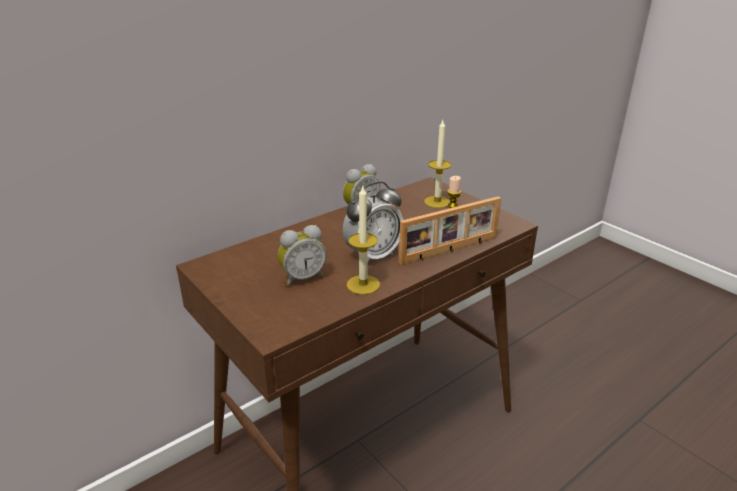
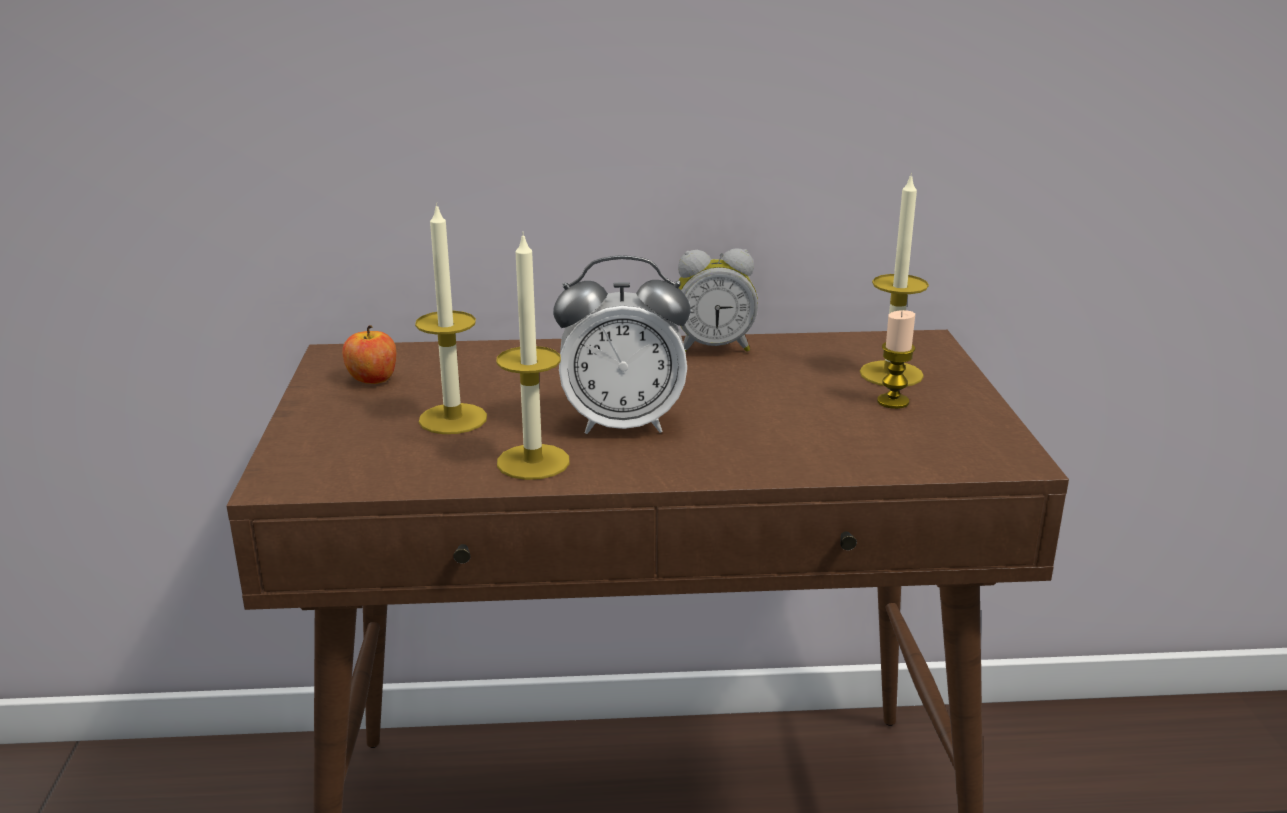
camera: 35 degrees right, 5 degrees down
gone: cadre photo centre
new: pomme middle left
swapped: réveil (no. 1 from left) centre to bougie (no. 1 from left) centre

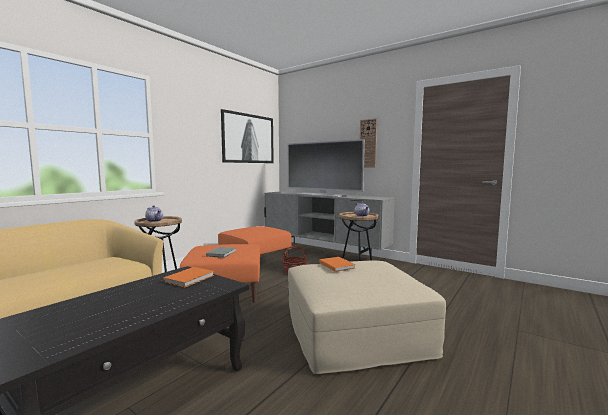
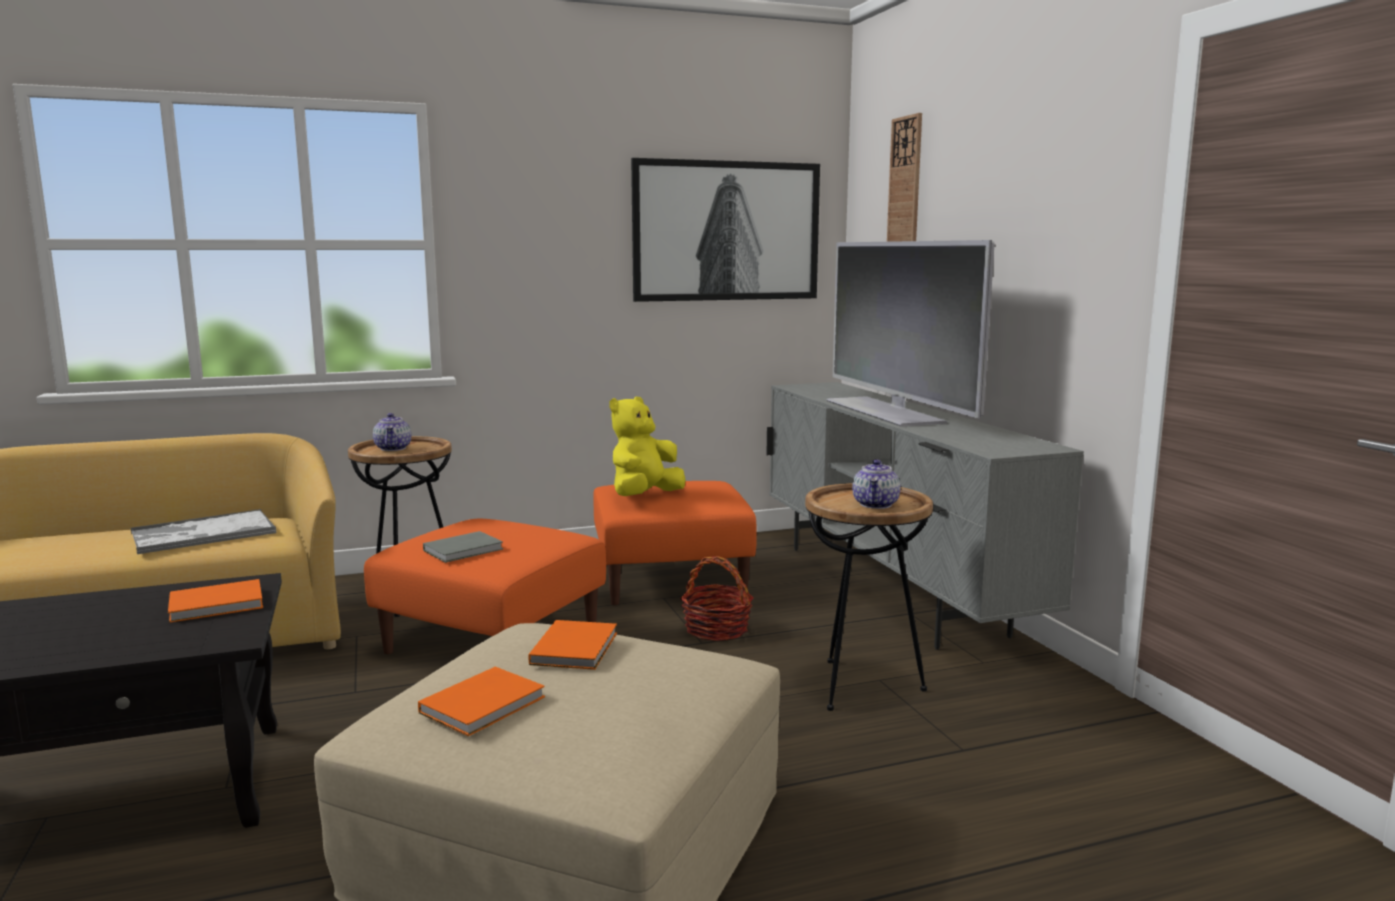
camera: 35 degrees right, 5 degrees up
new: peluche (jaune) centre; plateau middle left; livre (orange) (no. 2 from left) bottom centre
shifted: horloge murale centre to top centre

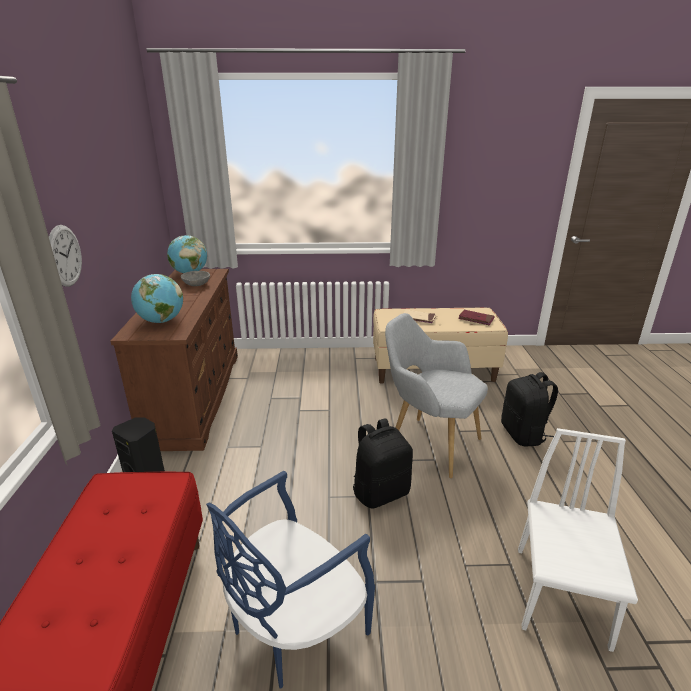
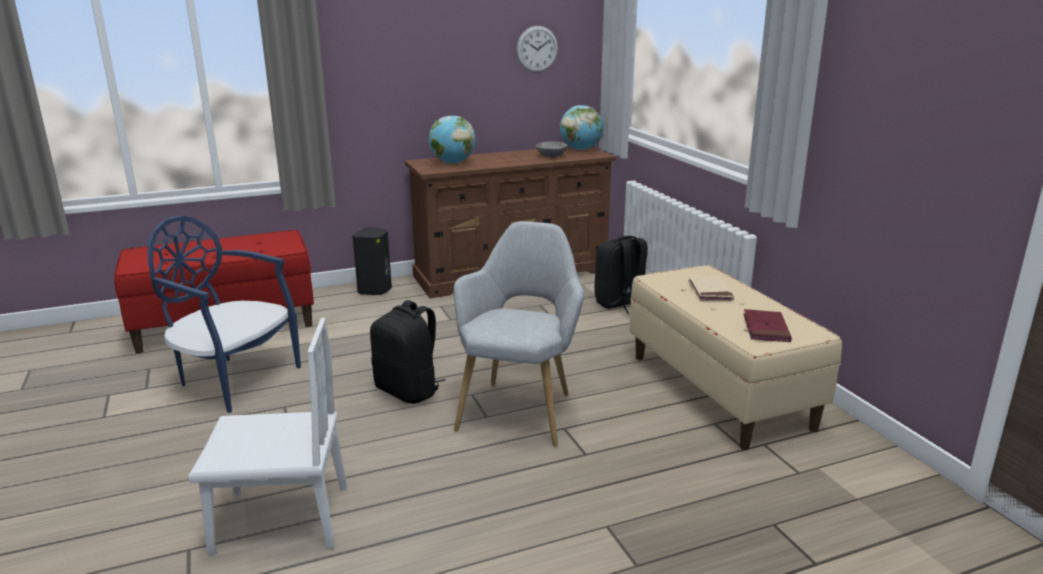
camera: 70 degrees right, 5 degrees down
shifted: horloge murale middle left to top centre; sac à dos (noir) (no. 2 from left) middle right to centre

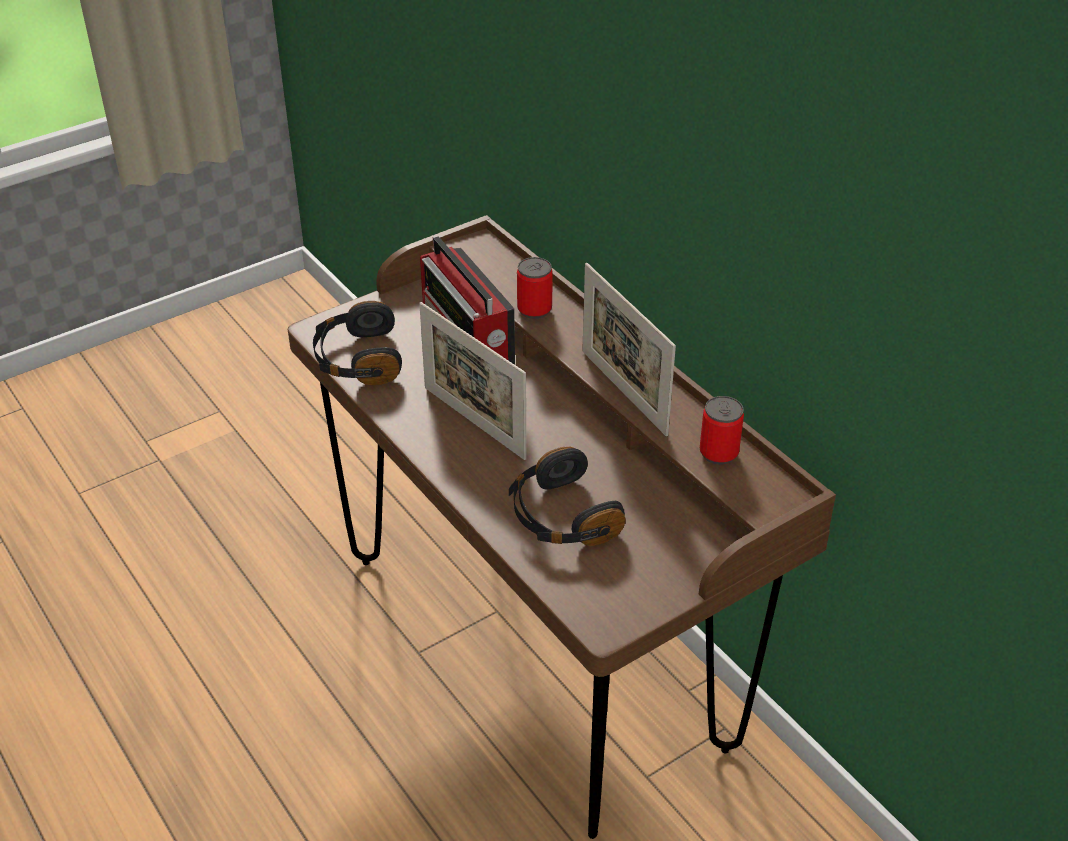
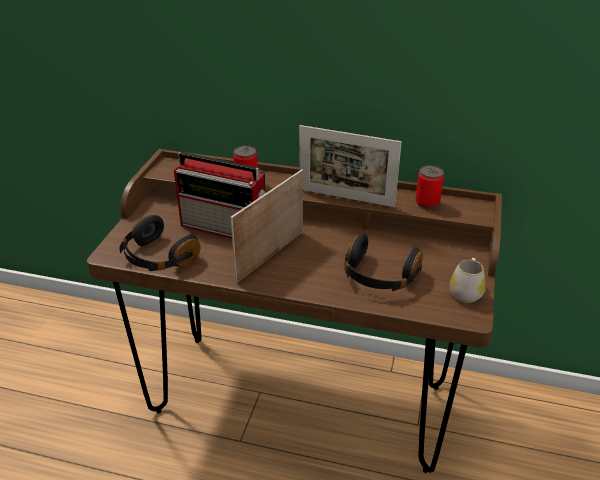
camera: 40 degrees left, 5 degrees down
new: mug (blanc) middle right
rotated: cadre photo (no. 1 from left) centre = centre 120 degrees clockwise

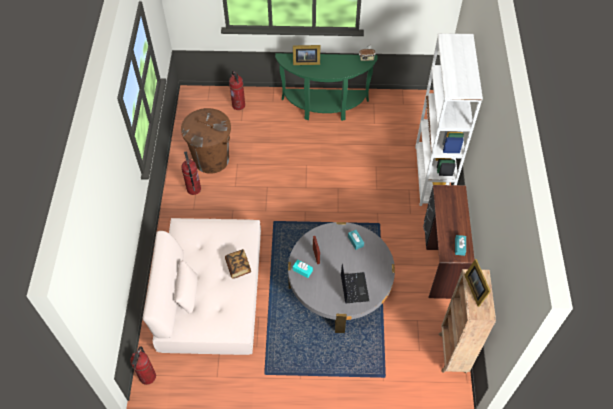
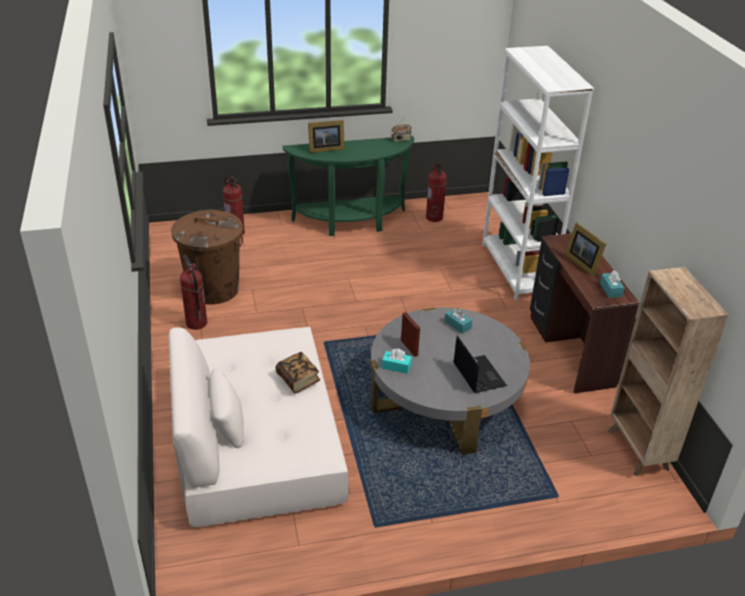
camera: 15 degrees left, 20 degrees down
shifted: cadre photo (no. 3 from left) bottom right to middle right; extincteur (no. 1 from left in the first image) bottom left to extincteur (no. 3 from left) top centre

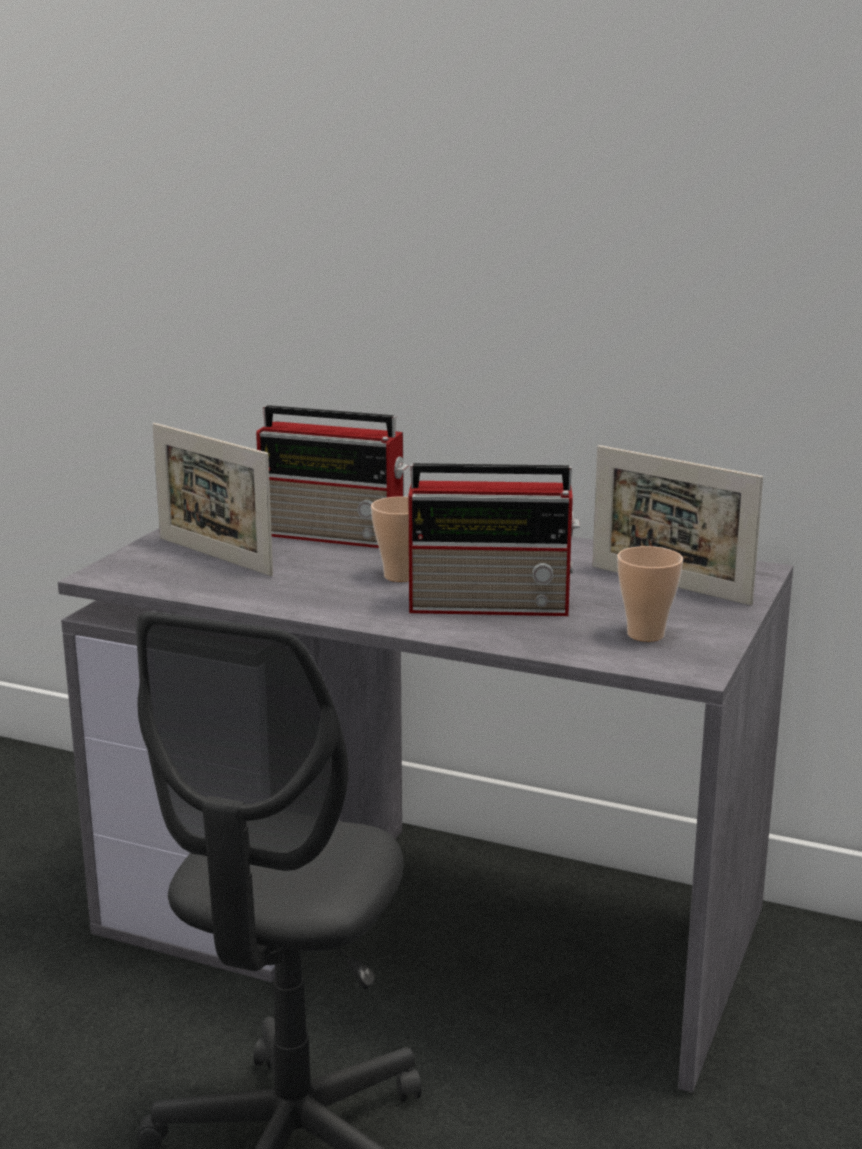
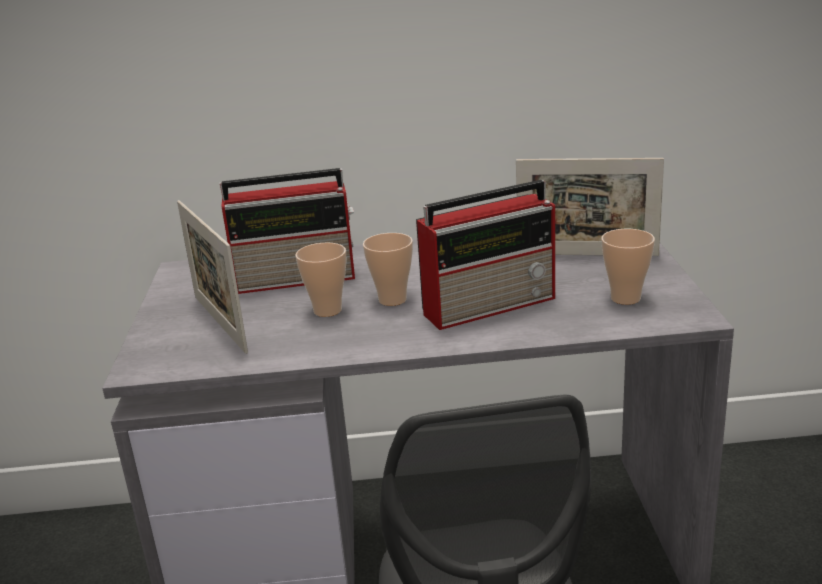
camera: 25 degrees left, 5 degrees up
new: tasse (no. 1 from left) centre
rotated: cadre photo (no. 1 from left) middle left = middle left 45 degrees clockwise

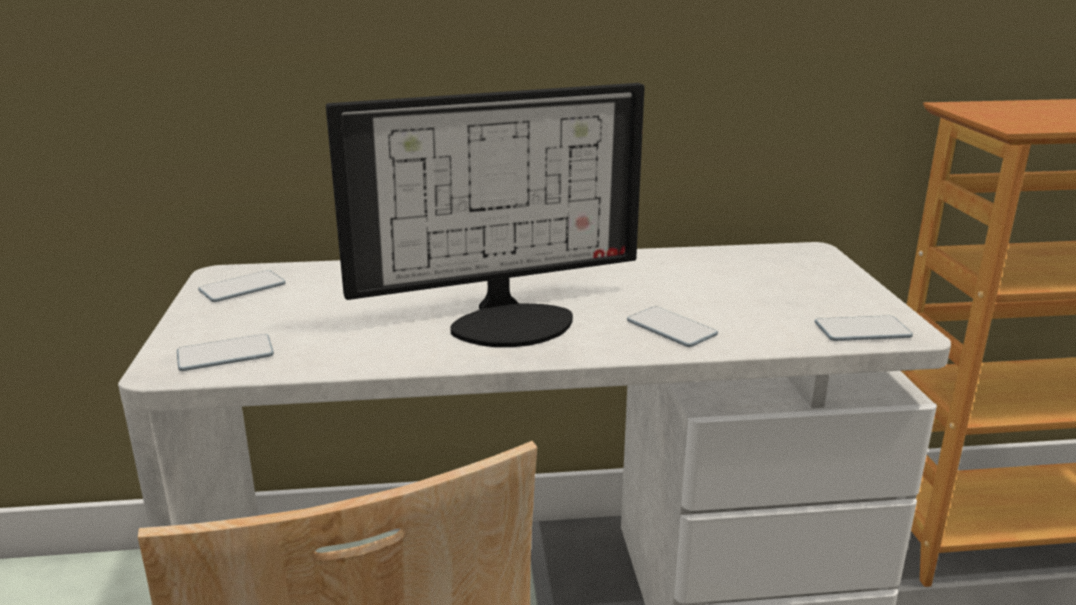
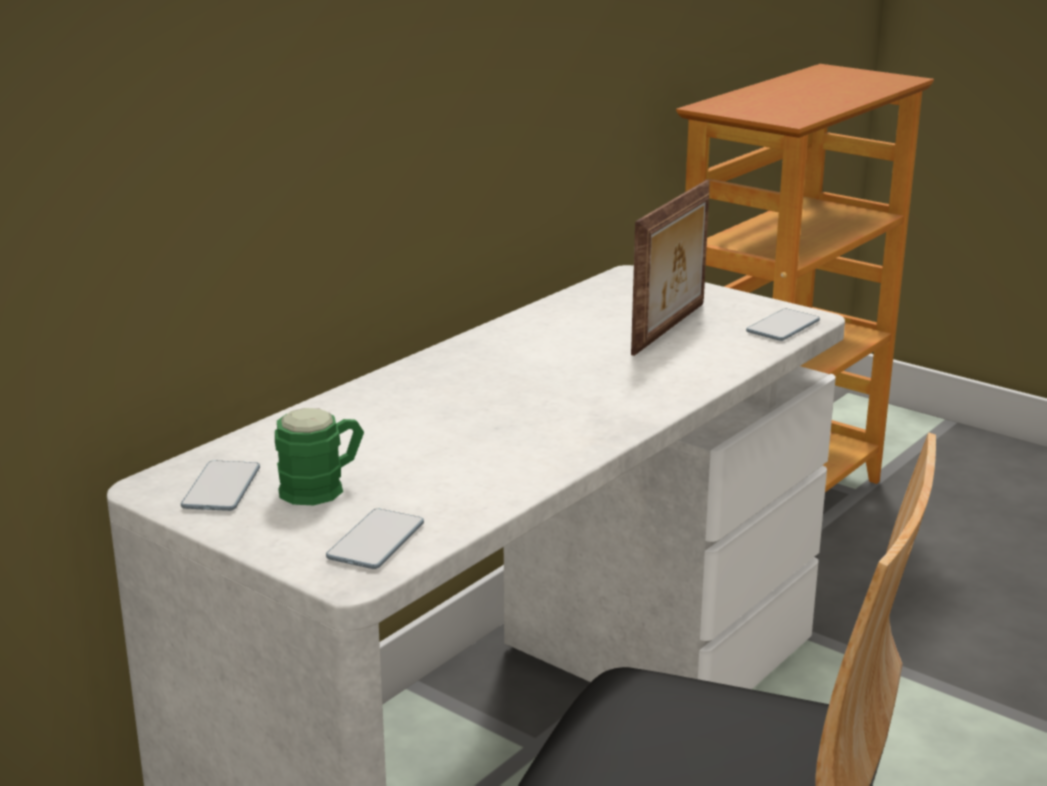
camera: 45 degrees left, 0 degrees up
gone: écran d'ordinateur centre; téléphone (no. 3 from left) centre
new: cadre photo centre; mug (vert) middle left

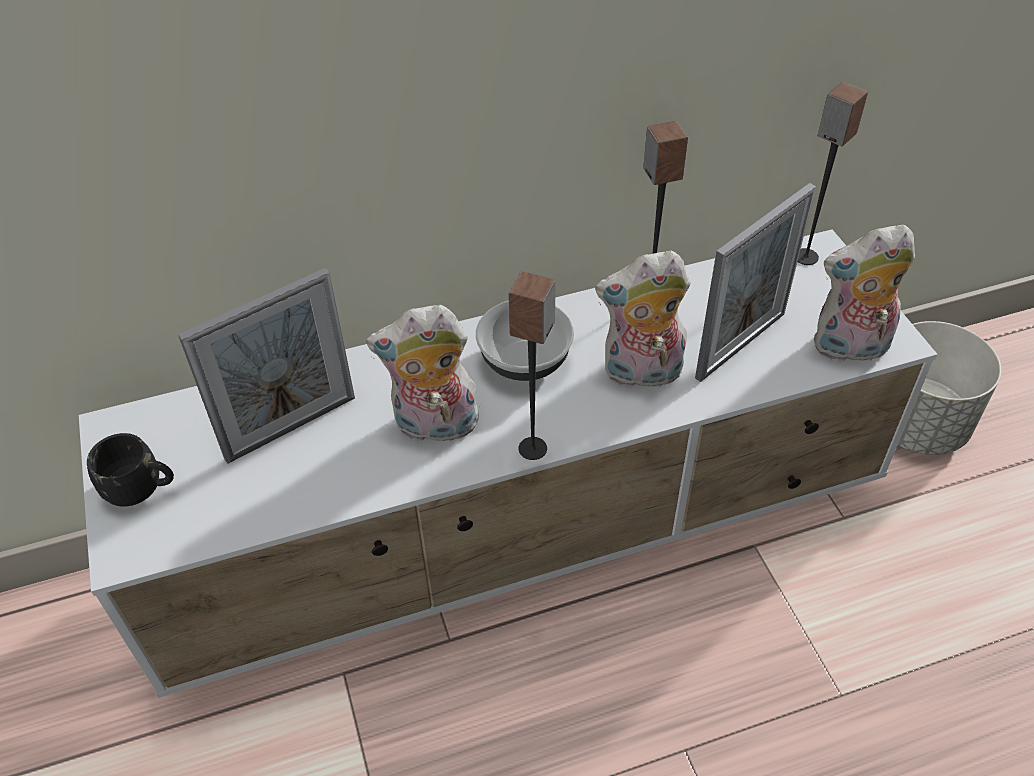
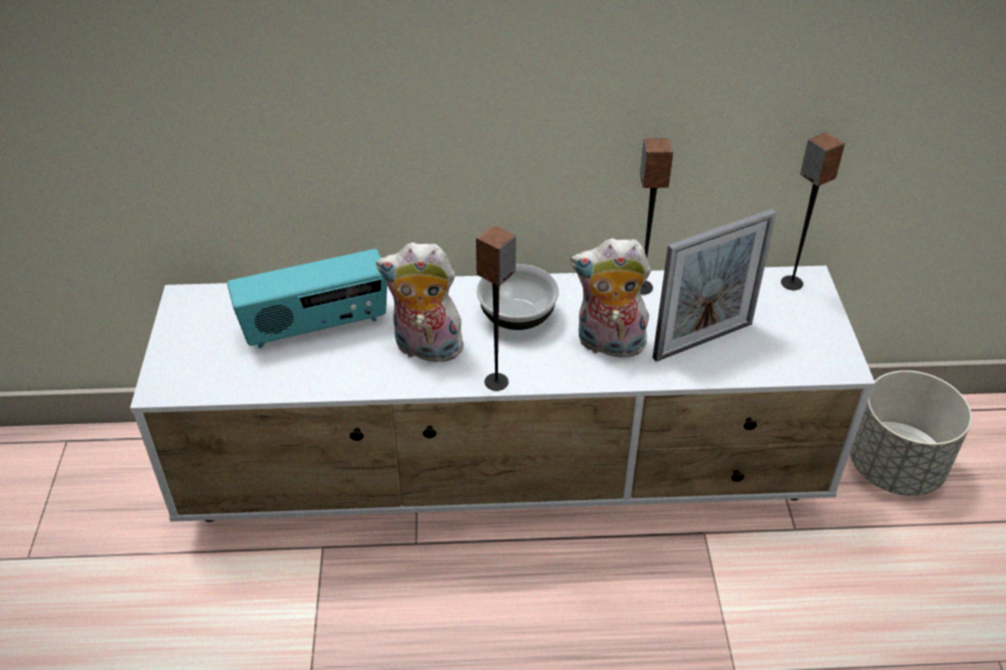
camera: 15 degrees right, 5 degrees down
gone: peluche (no. 3 from left) middle right; mug (noir) middle left
swapped: cadre photo (no. 1 from left) middle left to radio middle left

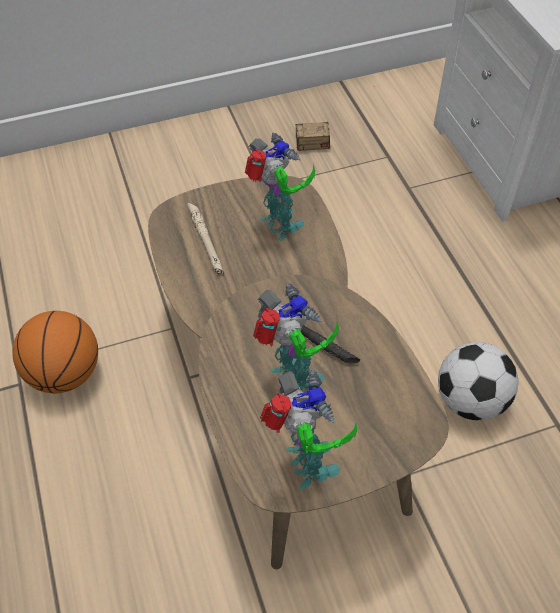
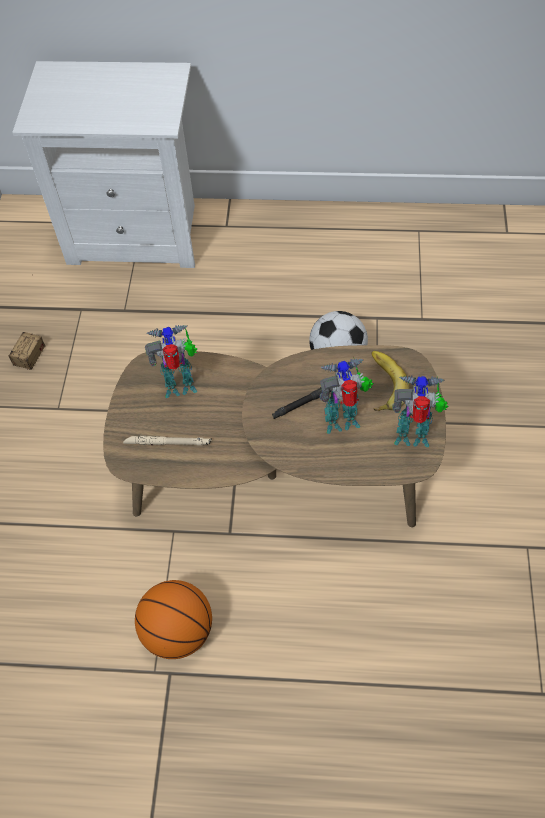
camera: 65 degrees left, 5 degrees up
new: banane middle right

